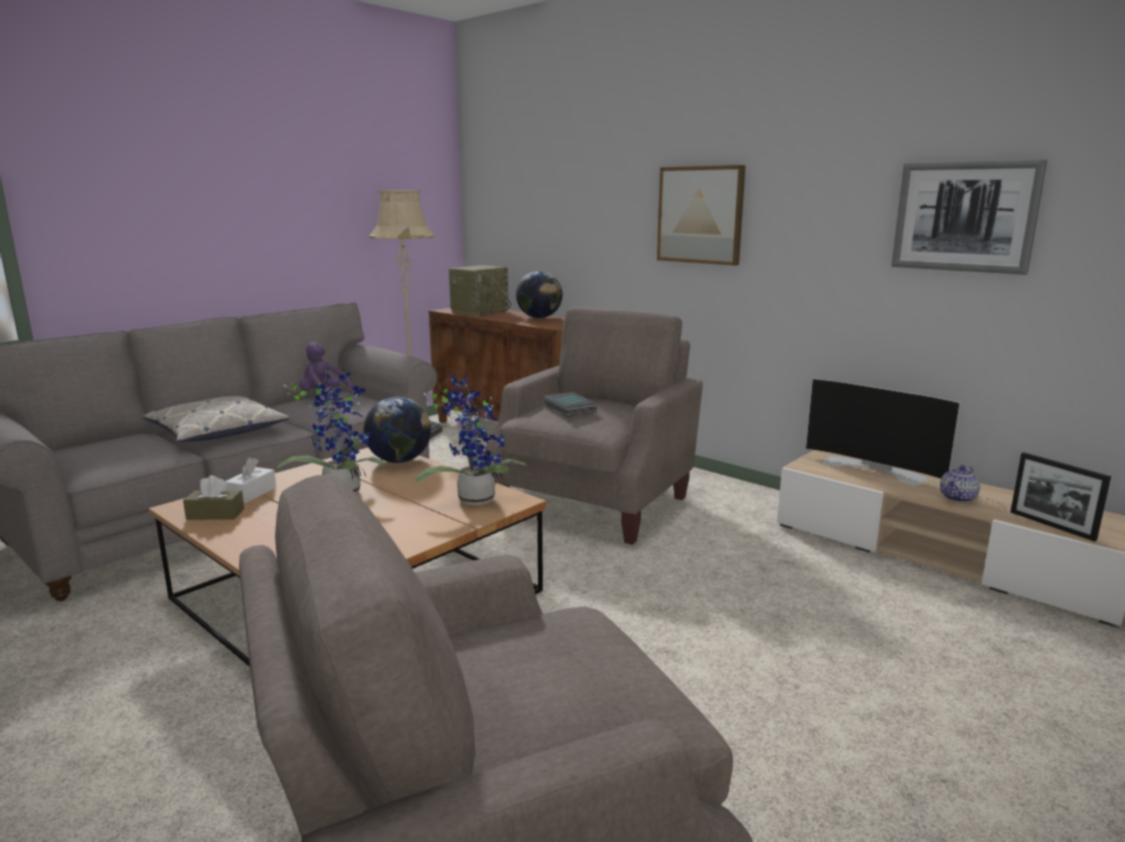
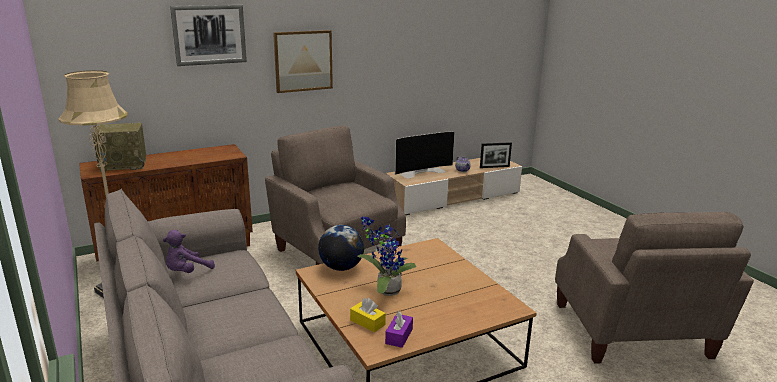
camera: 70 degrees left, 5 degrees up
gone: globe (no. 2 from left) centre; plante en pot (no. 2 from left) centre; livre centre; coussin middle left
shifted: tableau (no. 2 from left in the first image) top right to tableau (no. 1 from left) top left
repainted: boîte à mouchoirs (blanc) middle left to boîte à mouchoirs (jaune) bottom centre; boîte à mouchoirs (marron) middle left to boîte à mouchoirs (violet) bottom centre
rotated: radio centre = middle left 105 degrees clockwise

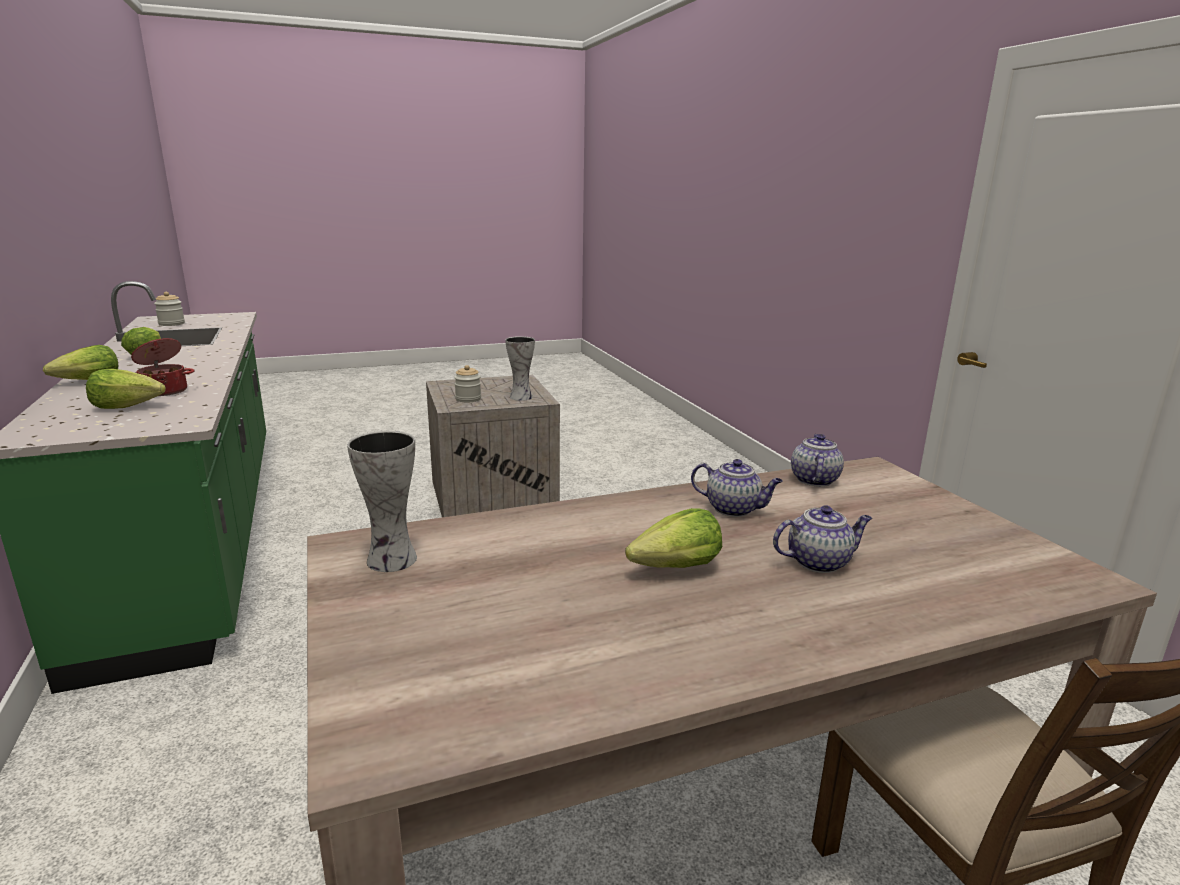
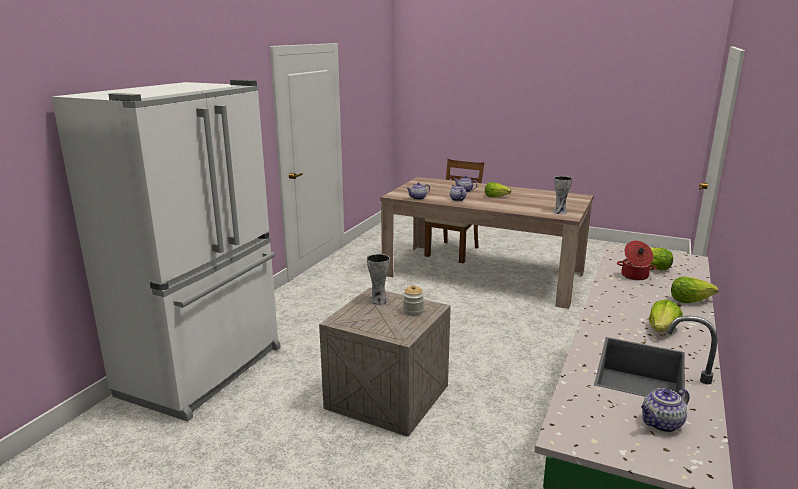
camera: 135 degrees left, 0 degrees up
new: réfrigérateur (blanc) middle left
swapped: bocal (no. 1 from left) middle left to théière (no. 4 from left) bottom right

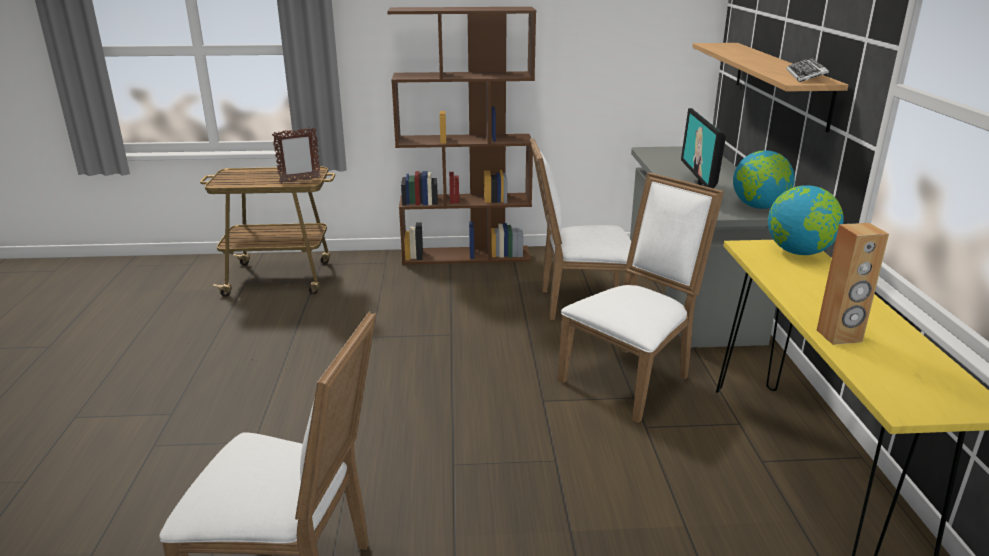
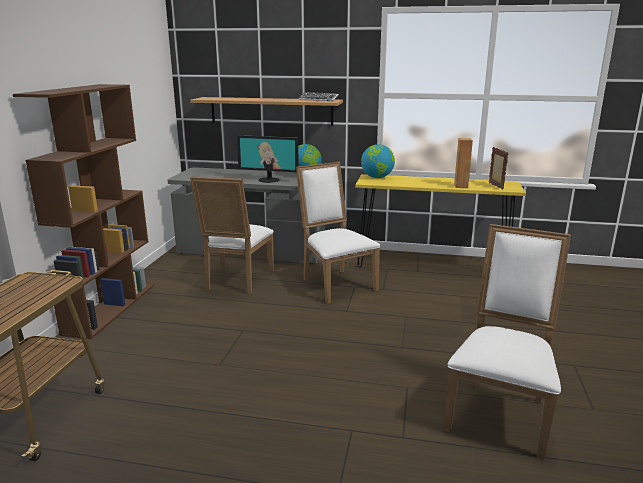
camera: 75 degrees left, 5 degrees down
shifted: cadre photo top left to middle right

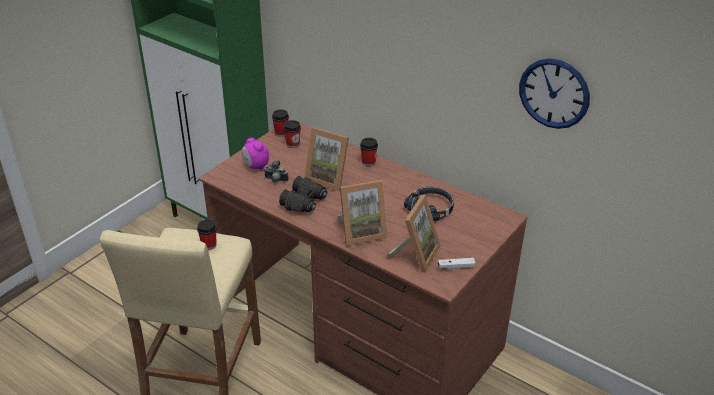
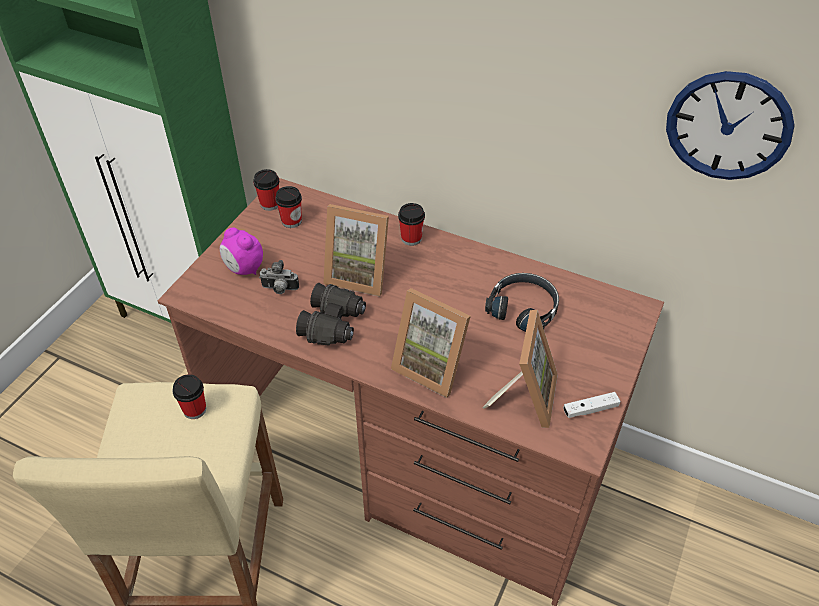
camera: 10 degrees left, 10 degrees up
rotated: cadre photo (no. 2 from left) centre = centre 60 degrees clockwise

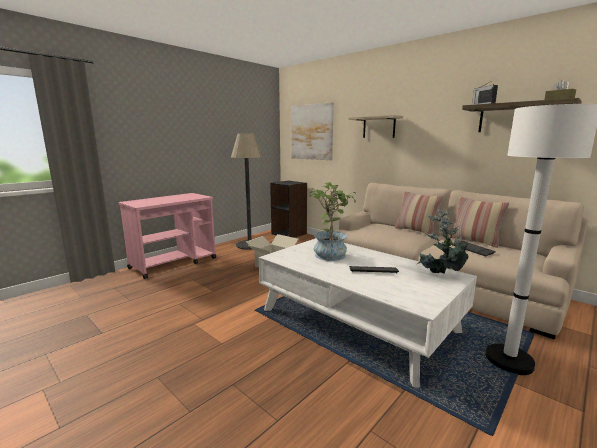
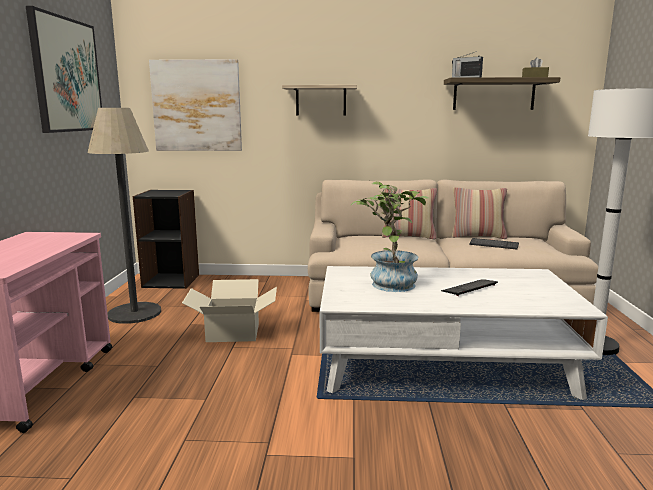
camera: 40 degrees left, 0 degrees up
gone: plante en pot (no. 2 from left) middle right
new: tableau (no. 1 from left) top left

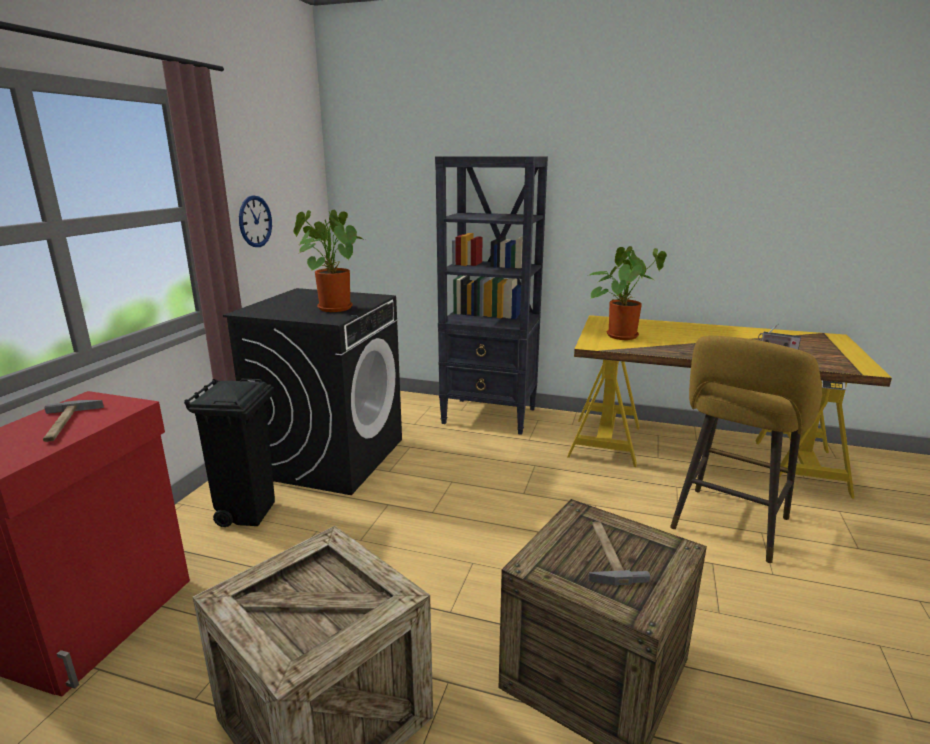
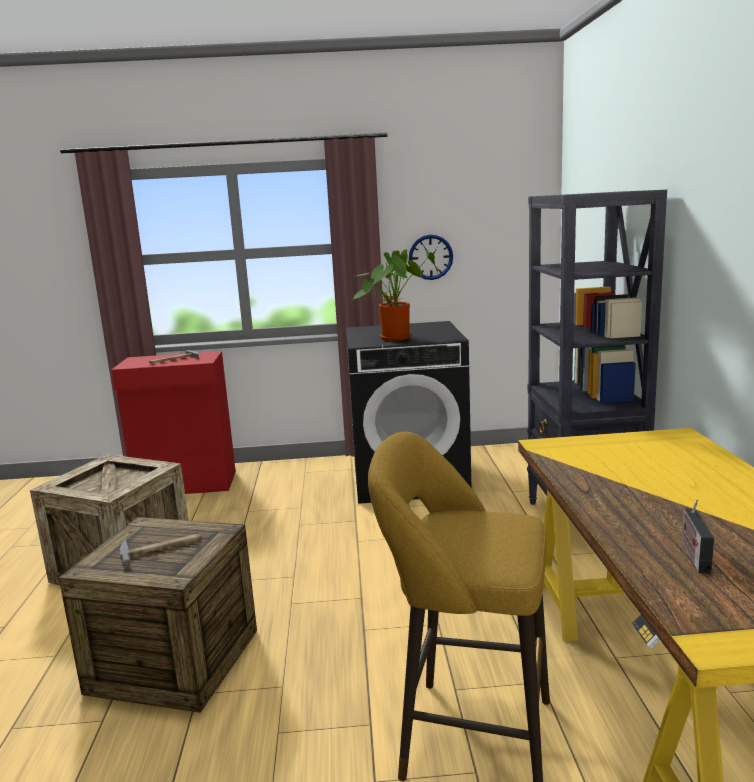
camera: 70 degrees right, 5 degrees down
gone: plante en pot (no. 2 from left) middle right; poubelle (noir) middle left

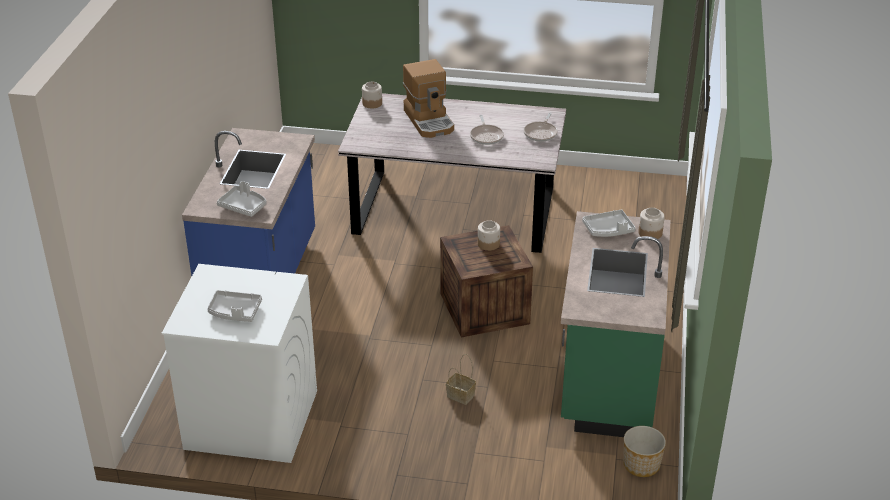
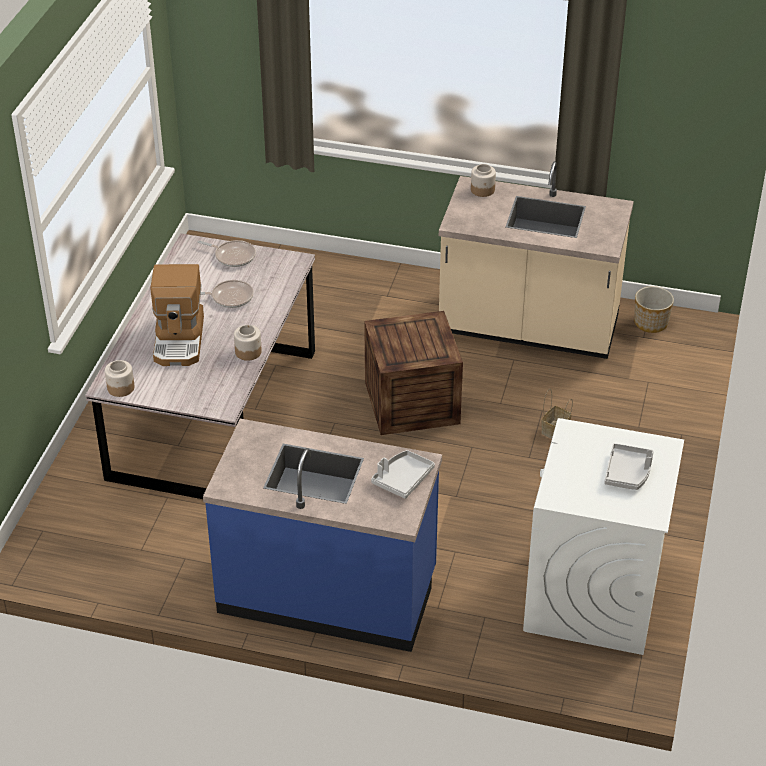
camera: 85 degrees left, 5 degrees up
gone: plateau (gris) (no. 3 from left) middle right
shifted: bocal (no. 2 from left) centre to middle left
repainted: comptoir de cuisine (vert) middle right to comptoir de cuisine (beige) middle right
rotated: machine à café top centre = middle left 105 degrees clockwise

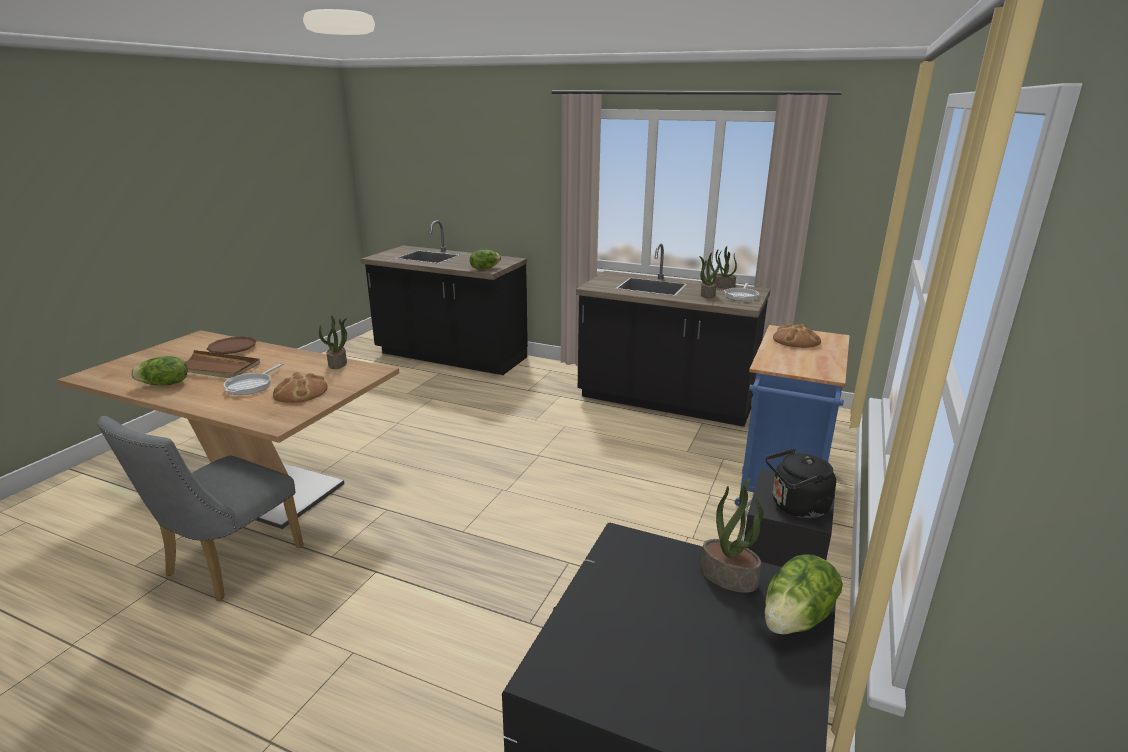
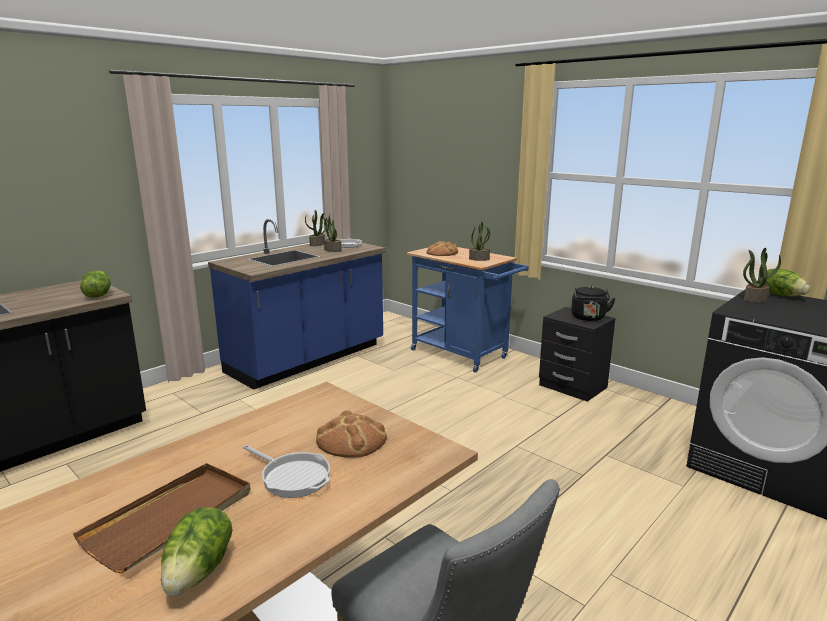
camera: 70 degrees left, 5 degrees down
gone: assiette (marron) middle left
shifted: plante en pot (no. 1 from left in the first image) middle left to plante en pot (no. 3 from left) centre
repainted: comptoir de cuisine (noir) (no. 2 from left) centre to comptoir de cuisine (bleu) centre

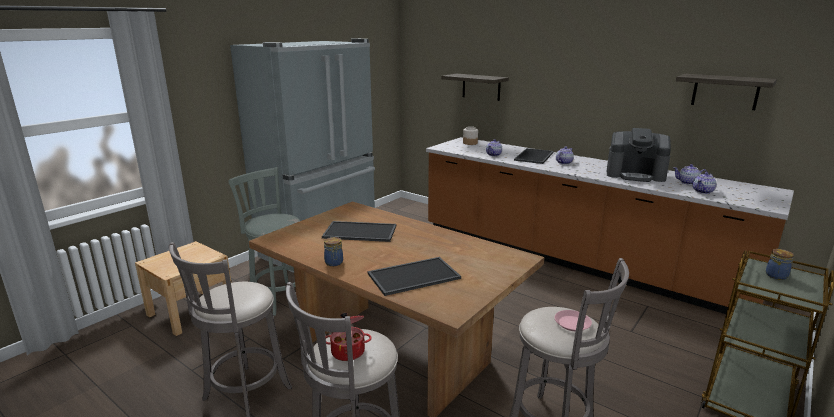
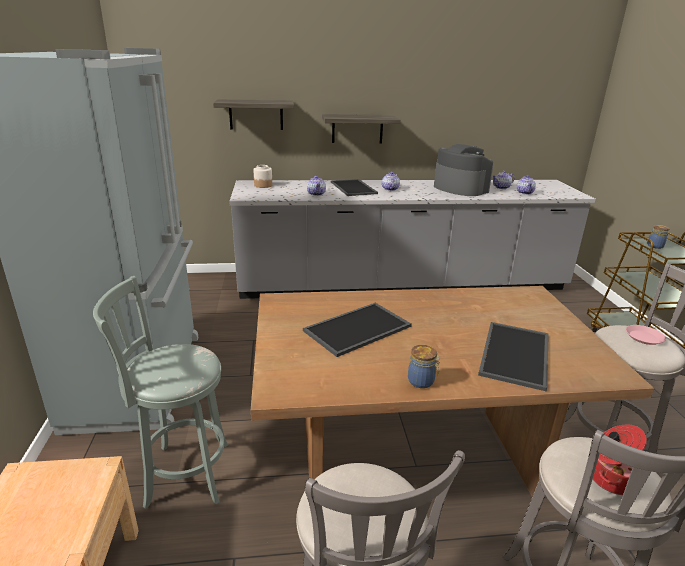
camera: 45 degrees left, 5 degrees up
shifted: étagère (no. 2 from left) top right to top centre
repainted: comptoir de cuisine (marron) middle right to comptoir de cuisine (gris) centre
rotated: machine à café middle right = top right 105 degrees counterclockwise

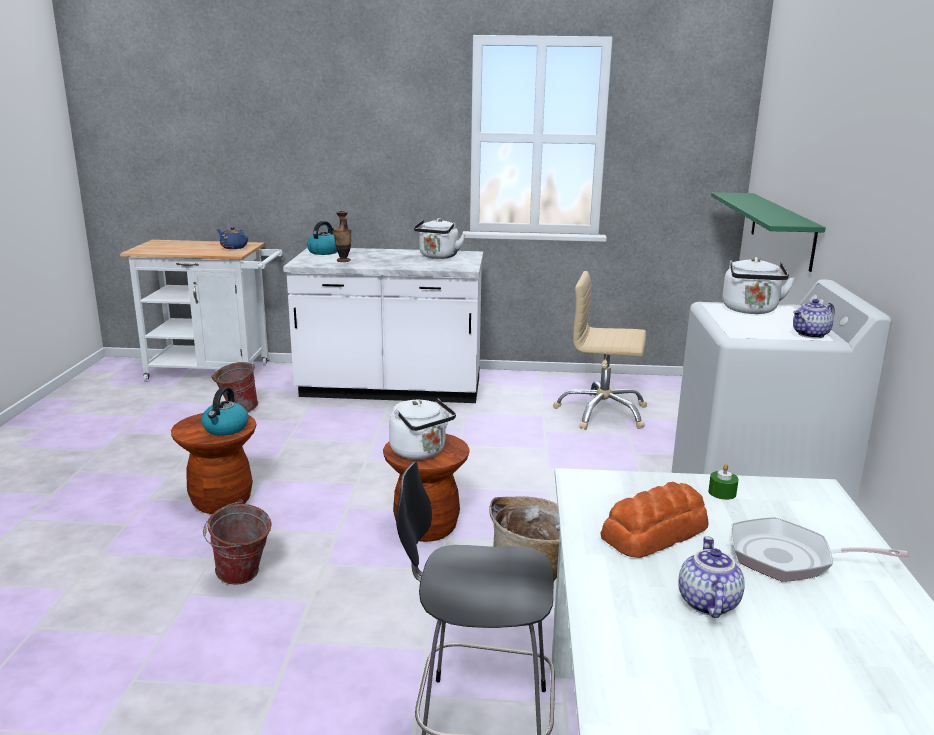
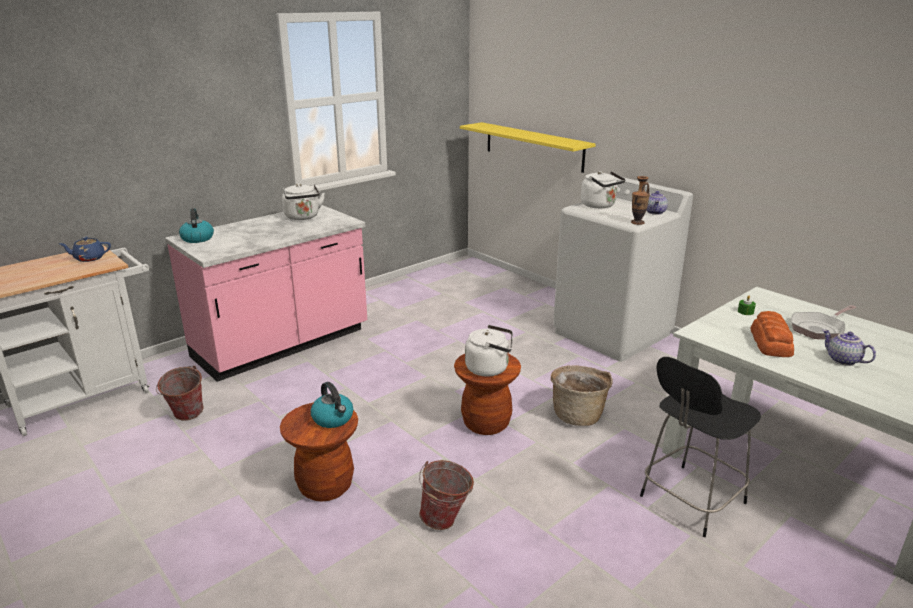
camera: 45 degrees left, 5 degrees up
gone: chaise de bureau (beige) centre
shifted: vase top centre to top right
repainted: étagère (vert) top right to étagère (jaune) top centre; comptoir de cuisine (blanc) centre to comptoir de cuisine (rose) middle left

